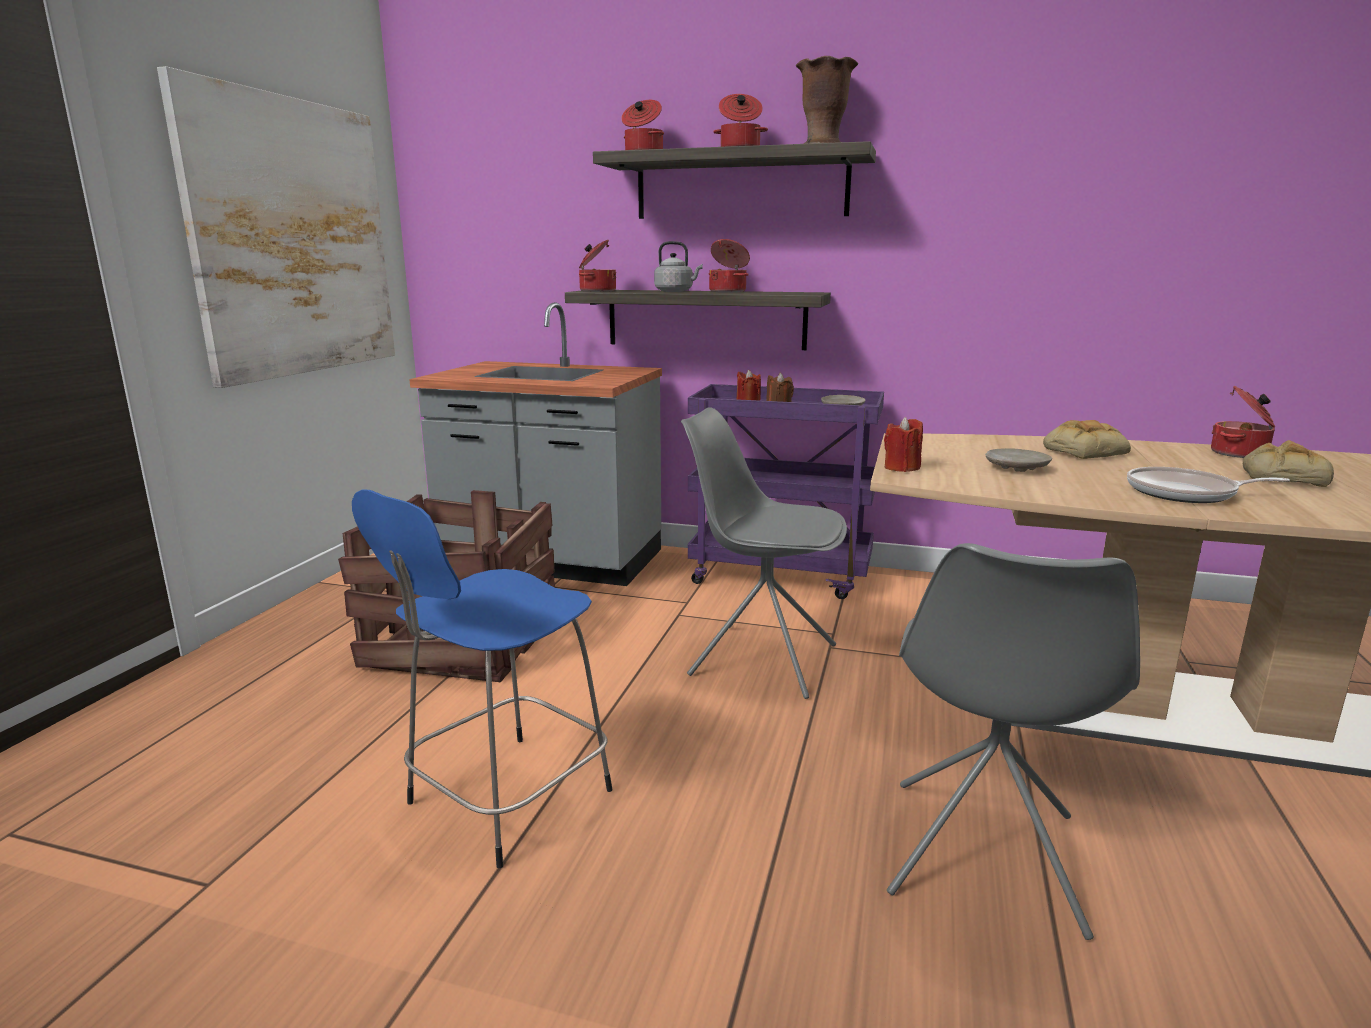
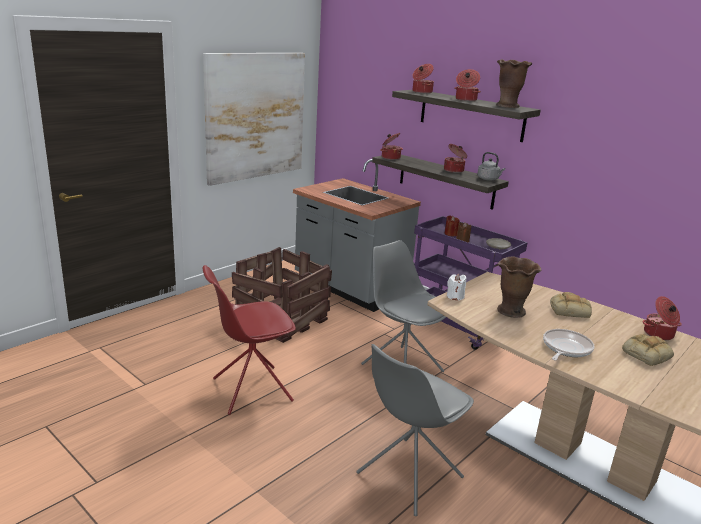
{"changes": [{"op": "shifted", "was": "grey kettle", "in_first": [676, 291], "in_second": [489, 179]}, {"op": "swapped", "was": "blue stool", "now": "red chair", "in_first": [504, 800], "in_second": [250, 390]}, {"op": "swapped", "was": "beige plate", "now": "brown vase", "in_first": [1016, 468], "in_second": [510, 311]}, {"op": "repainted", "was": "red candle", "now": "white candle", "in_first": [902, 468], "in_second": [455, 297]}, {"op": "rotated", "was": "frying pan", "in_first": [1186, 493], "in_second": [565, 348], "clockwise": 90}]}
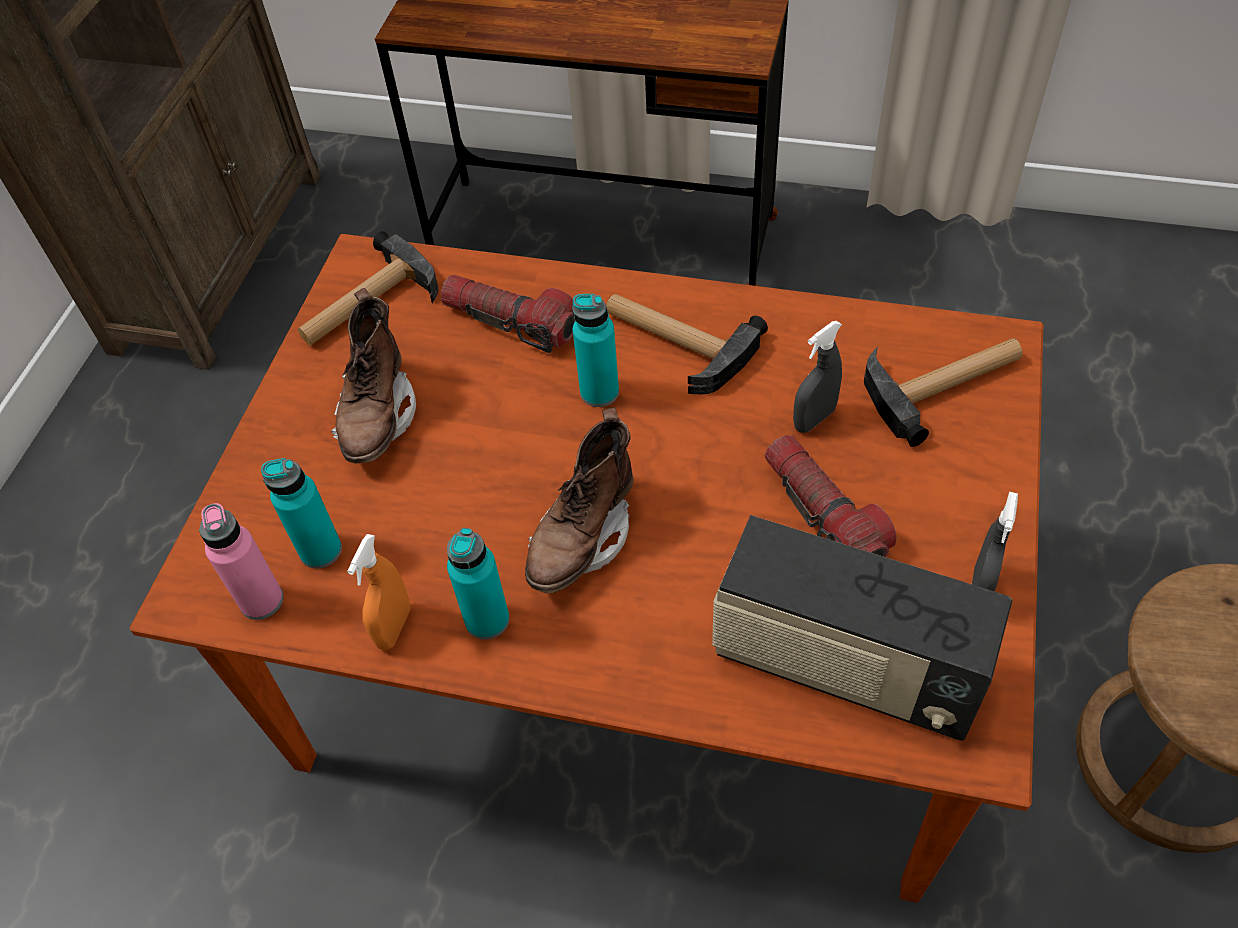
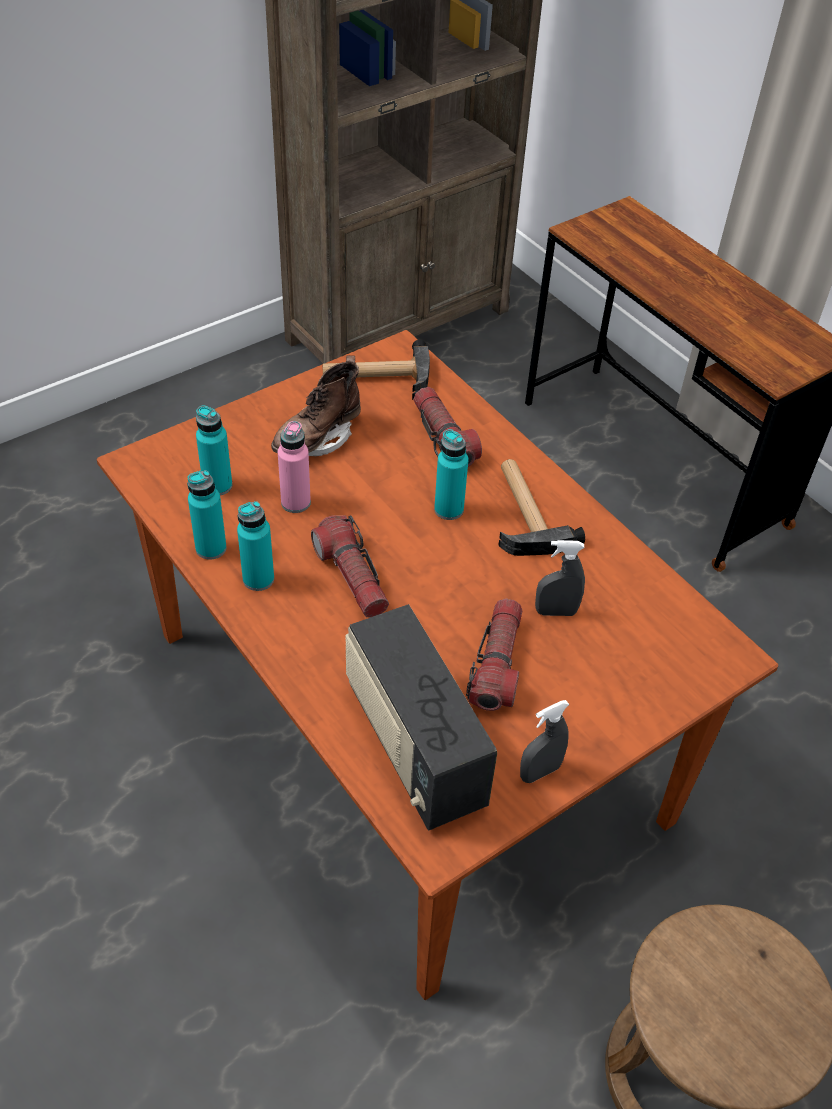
{"changes": [{"op": "gone", "was": "hammer", "in_first": [945, 383]}, {"op": "shifted", "was": "pink bottle", "in_first": [261, 601], "in_second": [295, 502]}, {"op": "swapped", "was": "orange spray bottle", "now": "turquoise bottle", "in_first": [394, 627], "in_second": [211, 548]}, {"op": "swapped", "was": "brown boot", "now": "flashlight", "in_first": [583, 538], "in_second": [352, 576]}]}
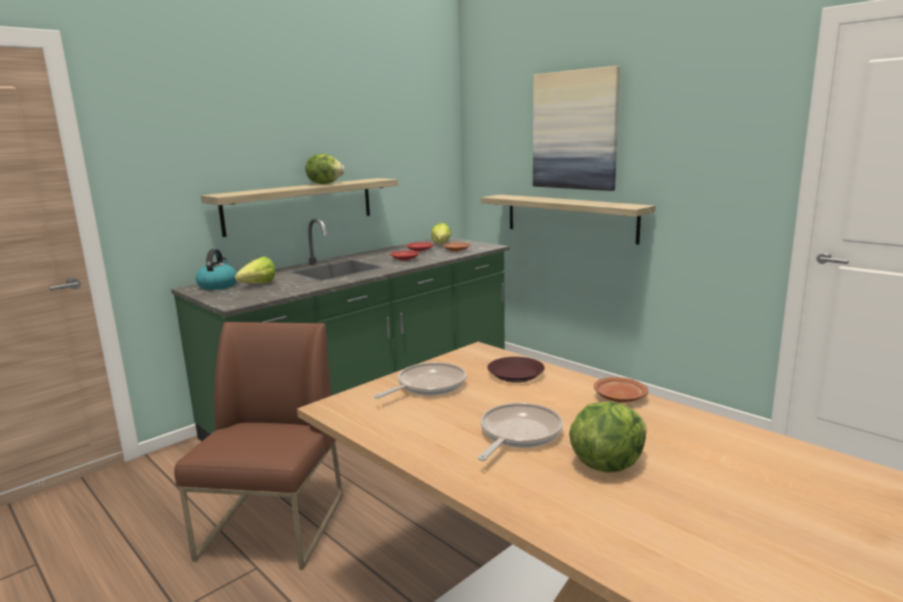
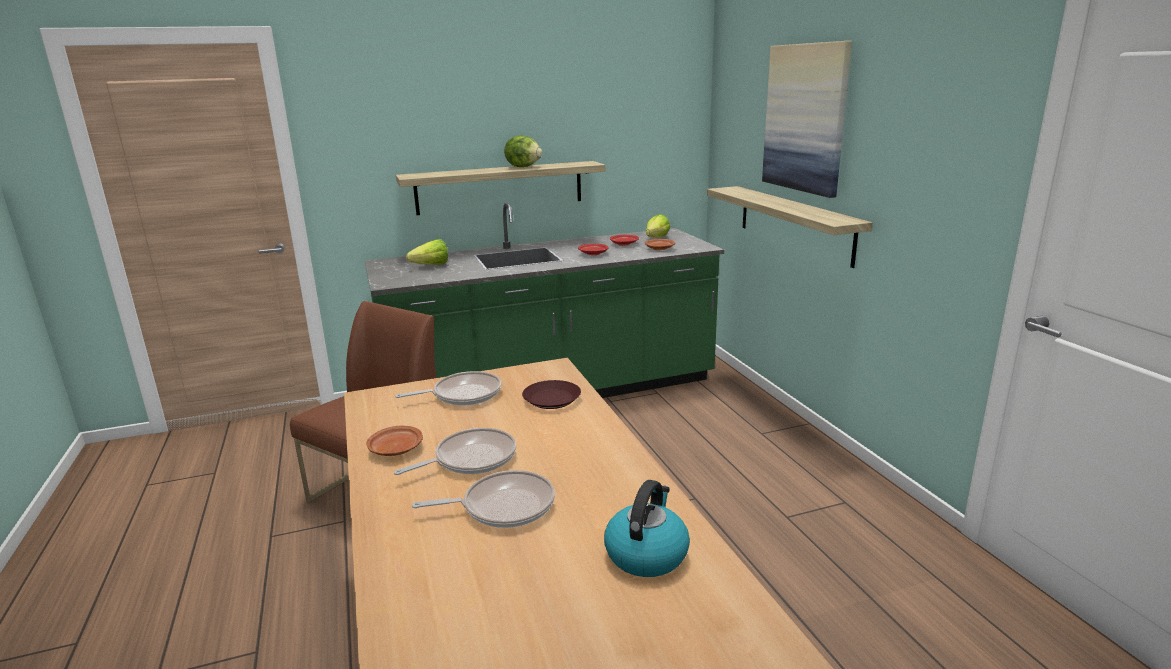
{"changes": [{"op": "shifted", "was": "kettle", "in_first": [218, 285], "in_second": [646, 553]}, {"op": "shifted", "was": "brown plate", "in_first": [619, 397], "in_second": [396, 449]}, {"op": "swapped", "was": "lettuce", "now": "frying pan", "in_first": [606, 463], "in_second": [503, 506]}]}
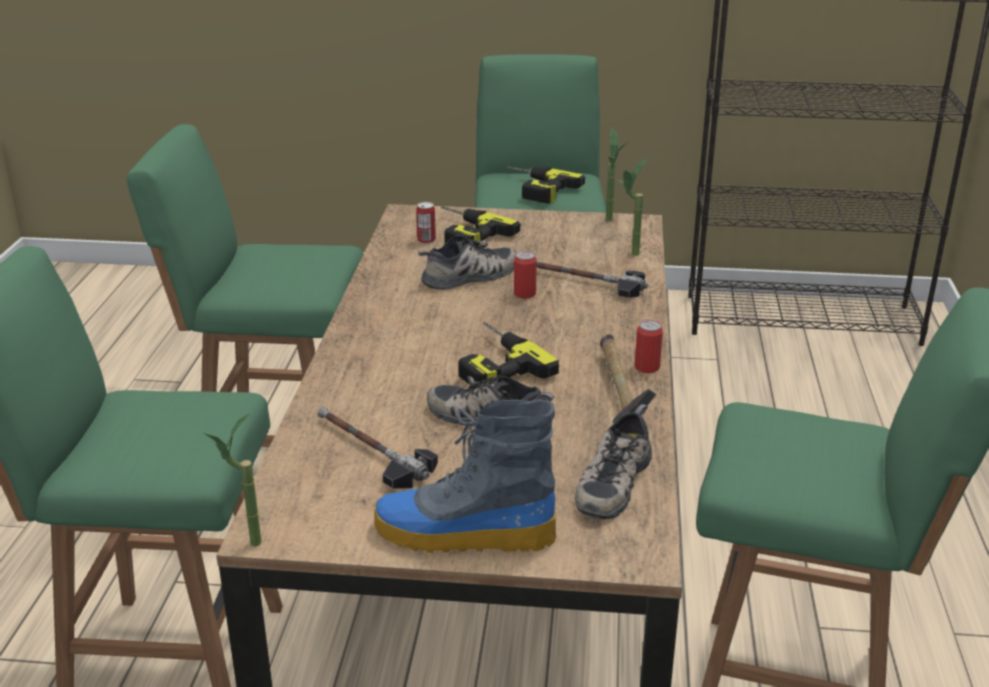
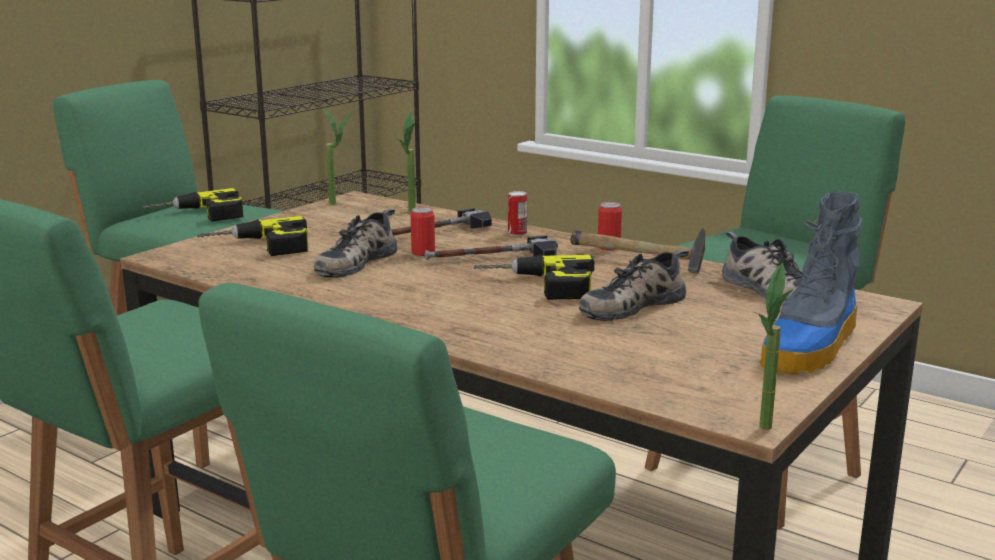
{"changes": [{"op": "shifted", "was": "hammer", "in_first": [370, 451], "in_second": [492, 258]}, {"op": "shifted", "was": "can", "in_first": [426, 240], "in_second": [517, 233]}, {"op": "rotated", "was": "shoe", "in_first": [470, 276], "in_second": [355, 261], "clockwise": -150}]}
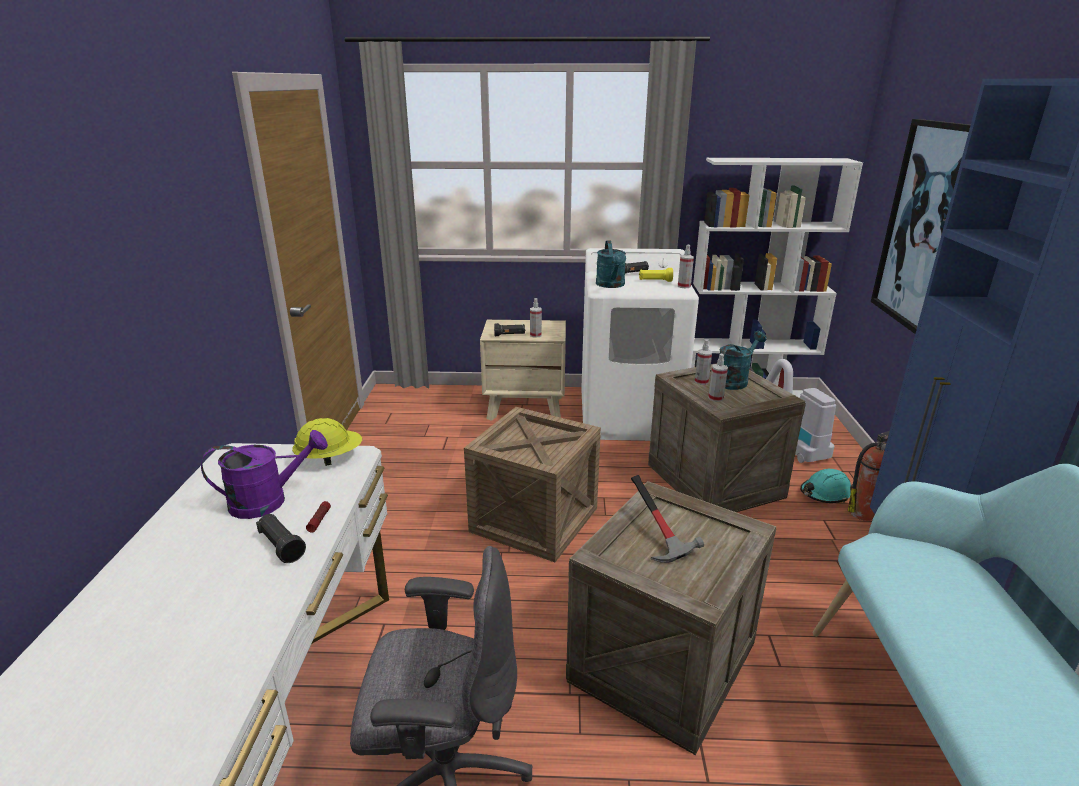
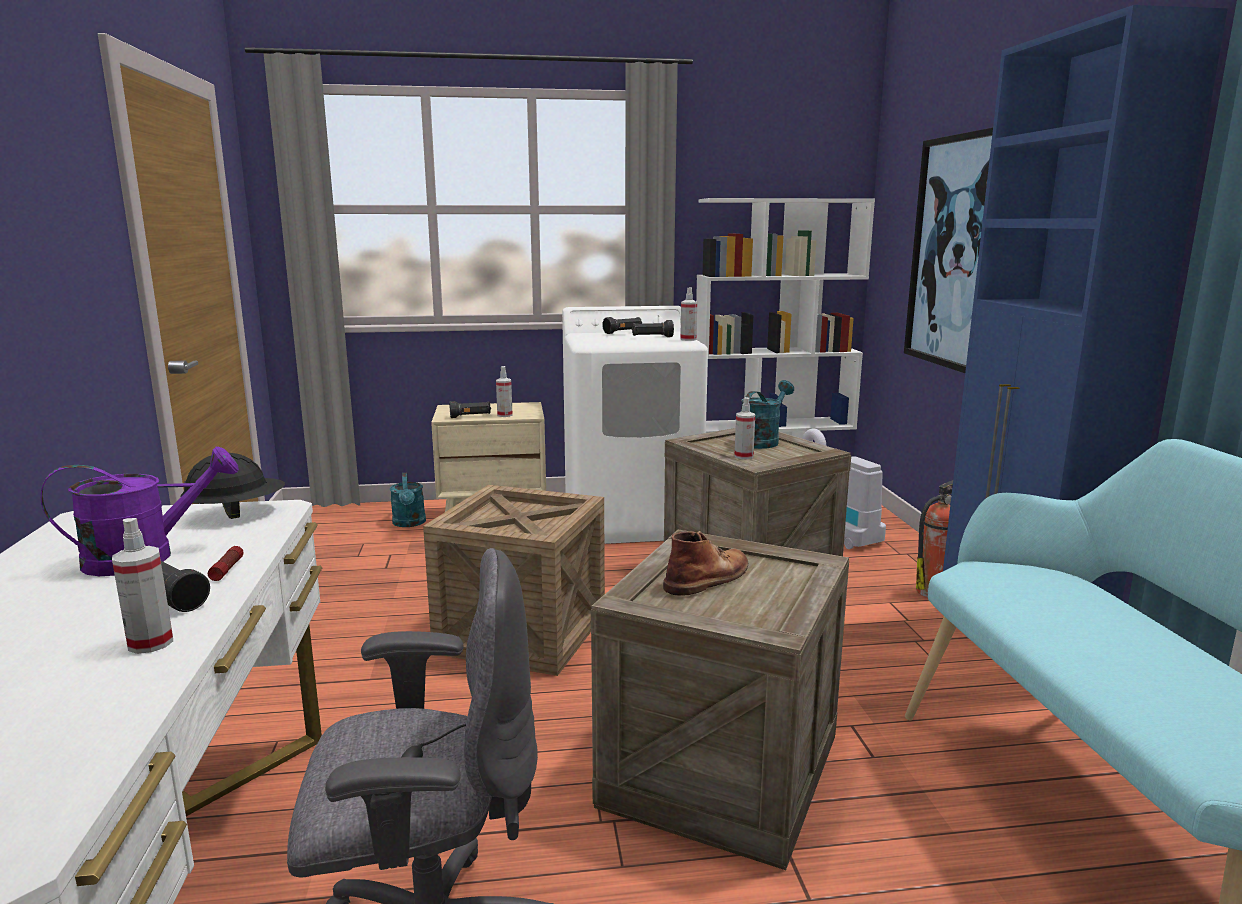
{"changes": [{"op": "gone", "was": "turquoise hard hat", "in_first": [825, 494]}, {"op": "shifted", "was": "turquoise watering can", "in_first": [611, 285], "in_second": [409, 523]}, {"op": "shifted", "was": "spray bottle", "in_first": [701, 382], "in_second": [150, 643]}, {"op": "swapped", "was": "hammer", "now": "brown boot", "in_first": [662, 536], "in_second": [709, 578]}, {"op": "repainted", "was": "yellow hard hat", "now": "black hard hat", "in_first": [330, 458], "in_second": [237, 513]}, {"op": "repainted", "was": "yellow flashlight", "now": "black flashlight", "in_first": [655, 281], "in_second": [652, 337]}]}
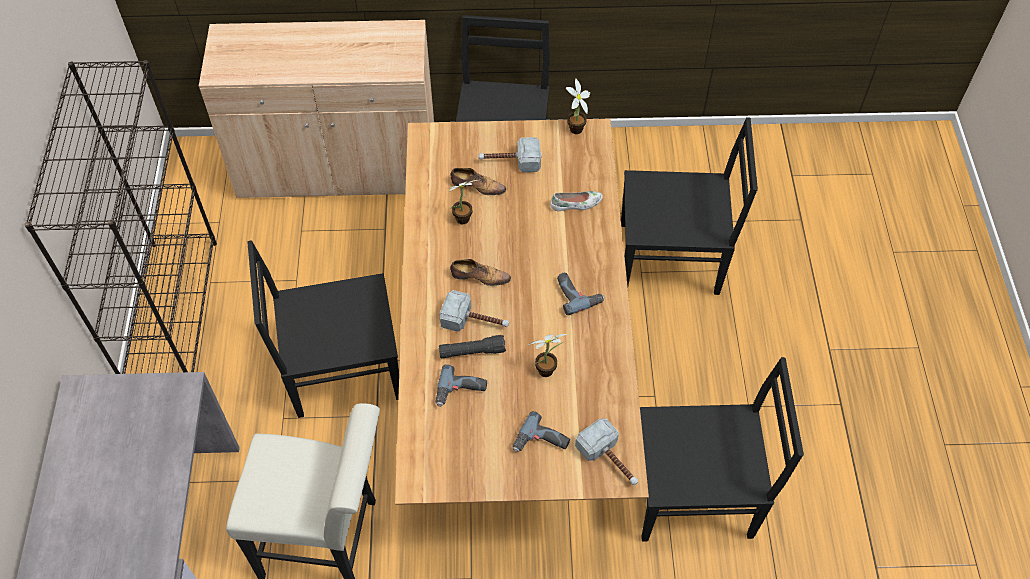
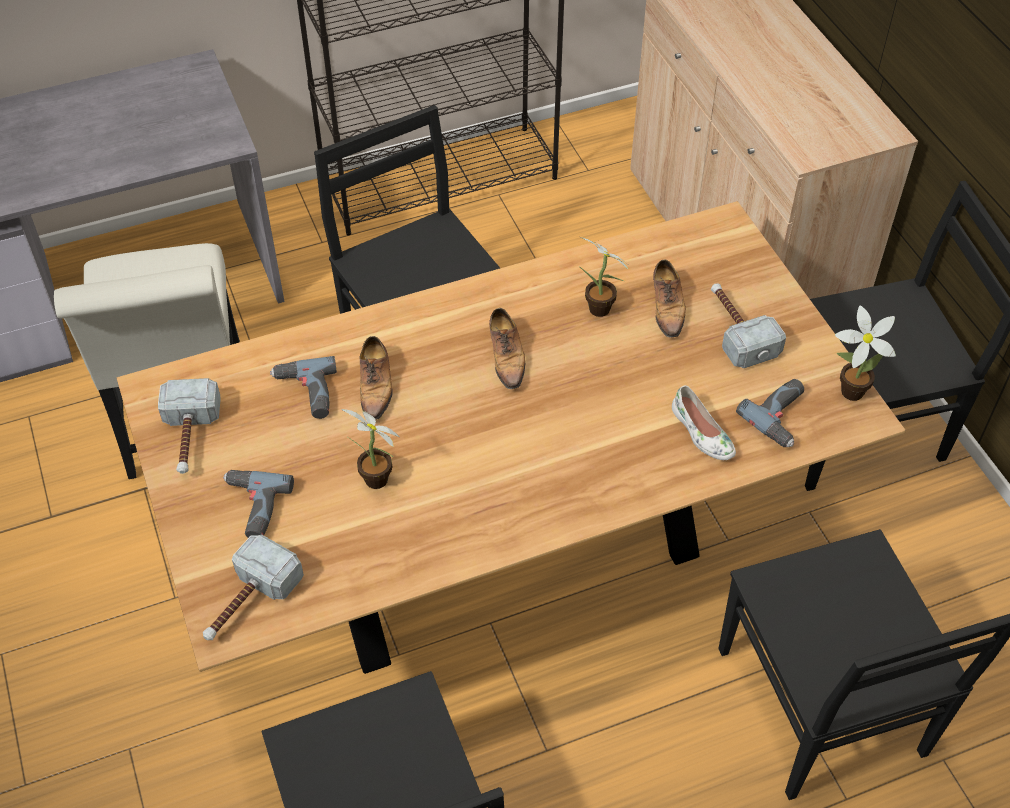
{"changes": [{"op": "shifted", "was": "hammer", "in_first": [475, 321], "in_second": [189, 437]}, {"op": "shifted", "was": "power drill", "in_first": [578, 294], "in_second": [782, 417]}, {"op": "swapped", "was": "black flashlight", "now": "shoe", "in_first": [472, 352], "in_second": [376, 386]}]}
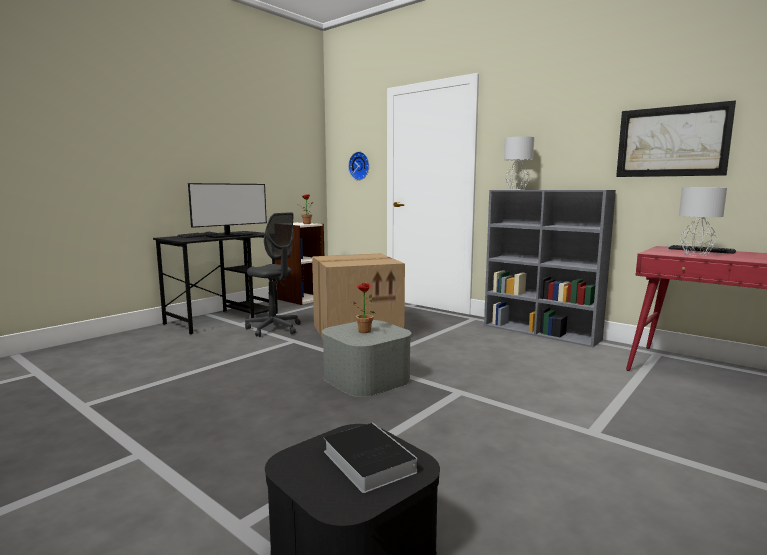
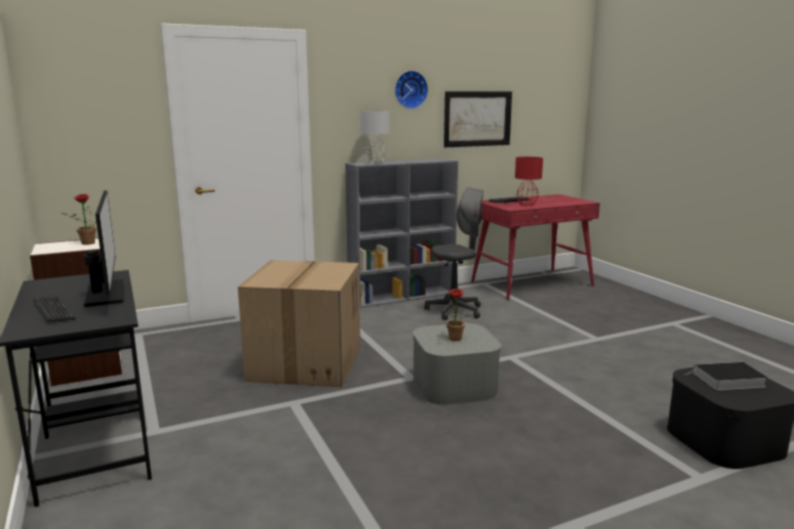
{"changes": [{"op": "shifted", "was": "grey office chair", "in_first": [274, 329], "in_second": [454, 311]}, {"op": "shifted", "was": "wall clock", "in_first": [360, 166], "in_second": [410, 89]}, {"op": "repainted", "was": "grey table lamp", "now": "red table lamp", "in_first": [696, 254], "in_second": [526, 205]}]}
